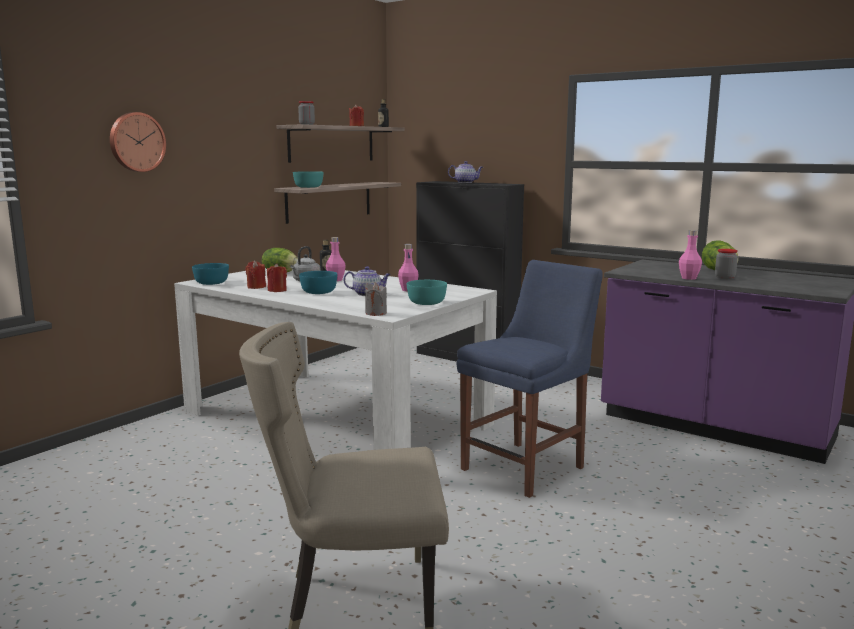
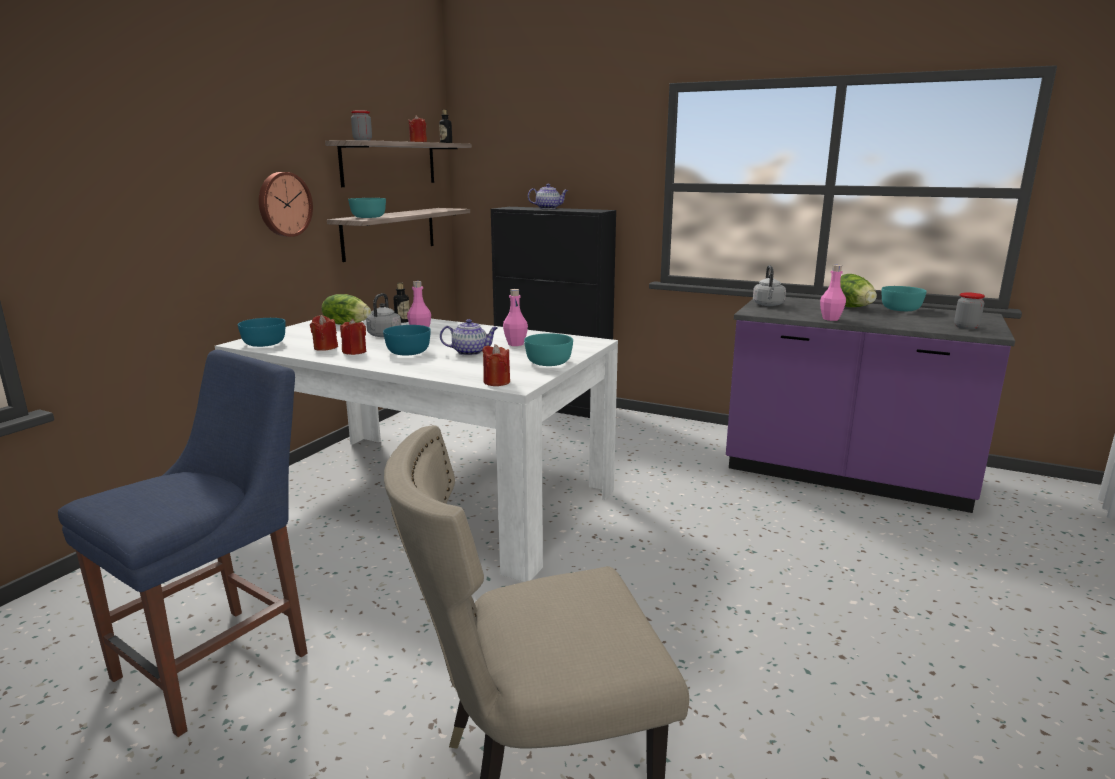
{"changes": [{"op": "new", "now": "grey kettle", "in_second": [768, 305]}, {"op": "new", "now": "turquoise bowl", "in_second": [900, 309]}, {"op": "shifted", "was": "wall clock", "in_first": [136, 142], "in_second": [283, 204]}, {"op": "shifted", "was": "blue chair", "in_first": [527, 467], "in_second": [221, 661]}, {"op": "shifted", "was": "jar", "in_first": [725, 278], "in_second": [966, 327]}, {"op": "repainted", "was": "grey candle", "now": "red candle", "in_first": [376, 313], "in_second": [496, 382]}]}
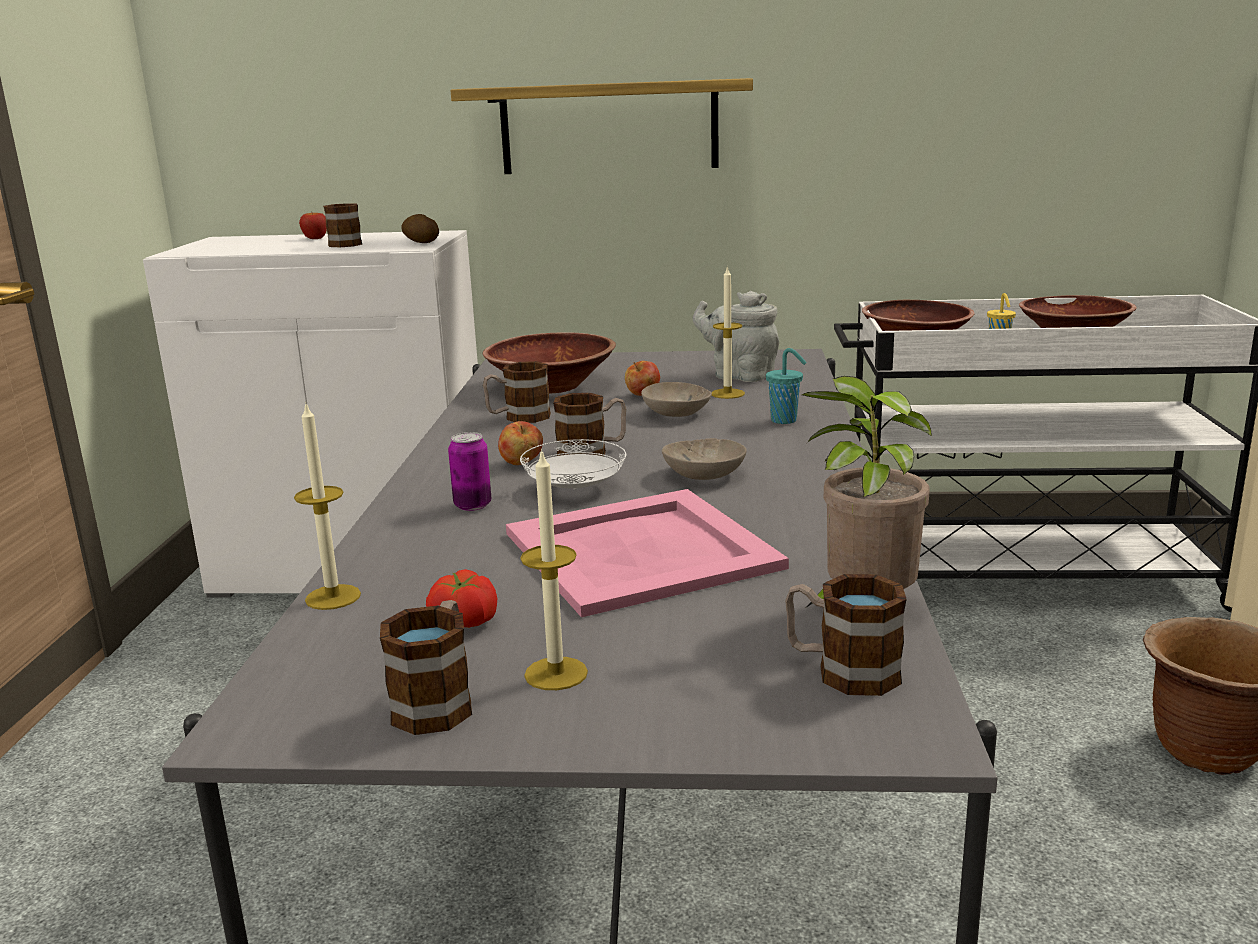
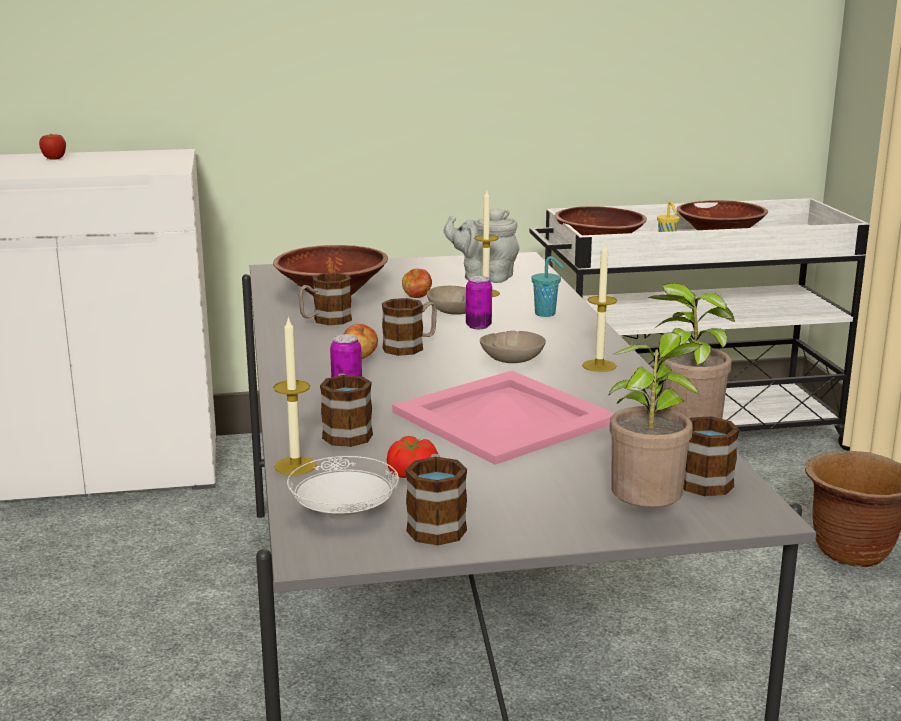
{"changes": [{"op": "gone", "was": "potato", "in_first": [420, 242]}, {"op": "gone", "was": "shelf", "in_first": [609, 127]}, {"op": "new", "now": "can", "in_second": [478, 326]}, {"op": "new", "now": "potted plant", "in_second": [648, 517]}, {"op": "shifted", "was": "mug", "in_first": [347, 243], "in_second": [346, 432]}, {"op": "shifted", "was": "white plate", "in_first": [574, 489], "in_second": [343, 512]}, {"op": "shifted", "was": "candle", "in_first": [556, 673], "in_second": [599, 366]}]}
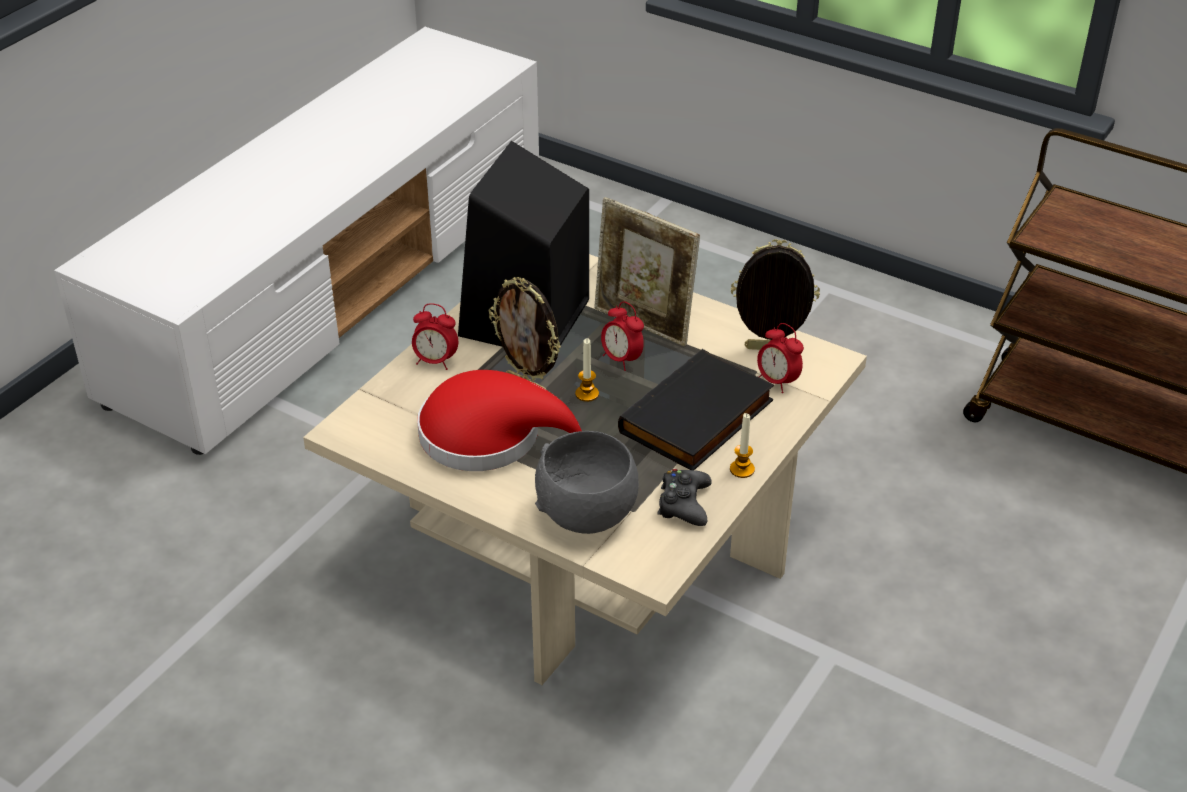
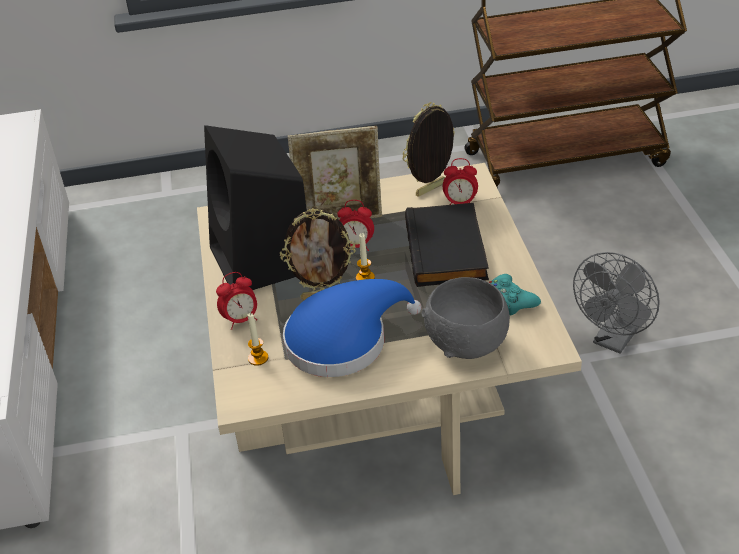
{"changes": [{"op": "new", "now": "grey fan", "in_second": [614, 340]}, {"op": "shifted", "was": "candle", "in_first": [742, 469], "in_second": [258, 358]}, {"op": "repainted", "was": "red hat", "now": "blue hat", "in_first": [490, 436], "in_second": [343, 340]}, {"op": "repainted", "was": "black game controller", "now": "turquoise game controller", "in_first": [684, 504], "in_second": [510, 300]}]}
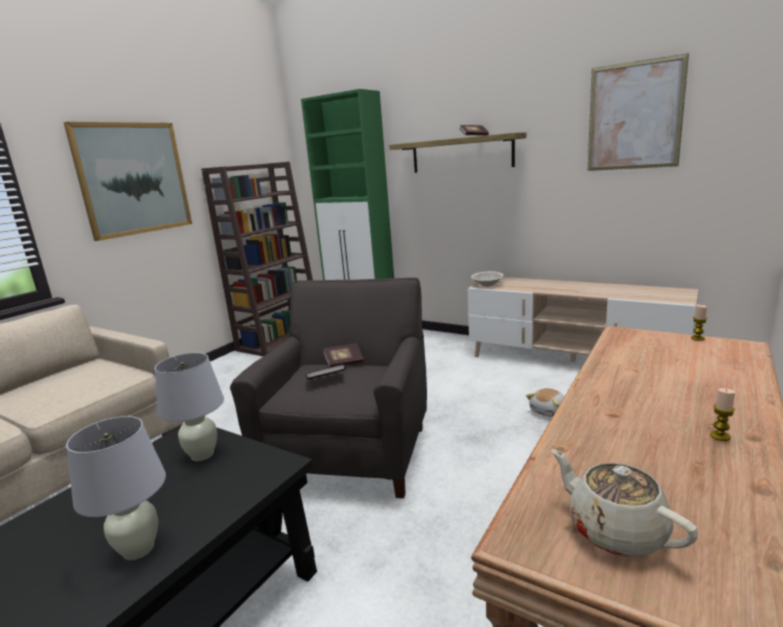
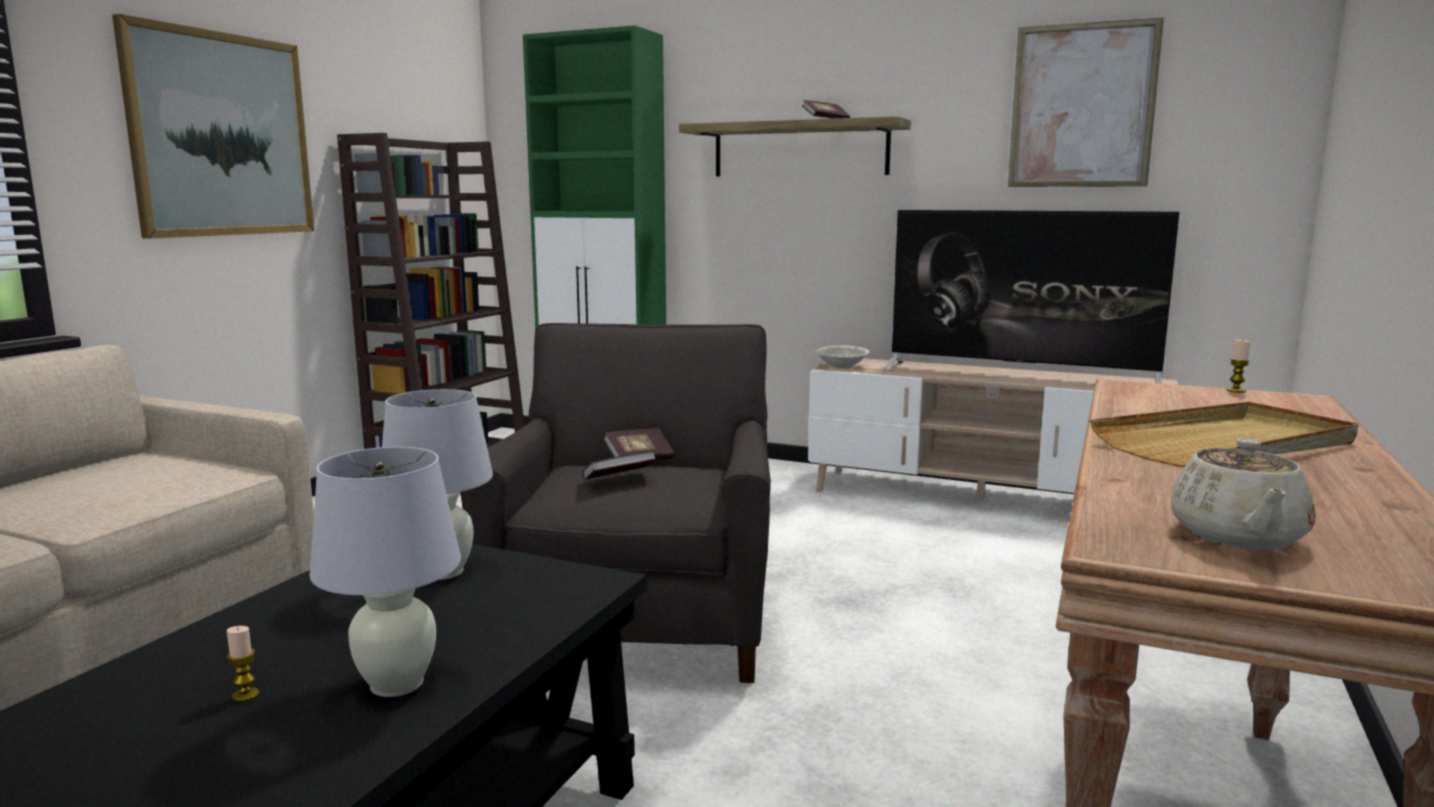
{"changes": [{"op": "gone", "was": "plush toy", "in_first": [549, 411]}, {"op": "new", "now": "television", "in_second": [1019, 376]}, {"op": "new", "now": "beige tray", "in_second": [1226, 444]}, {"op": "shifted", "was": "candle", "in_first": [720, 436], "in_second": [245, 695]}, {"op": "rotated", "was": "beige teapot", "in_first": [615, 530], "in_second": [1237, 537], "clockwise": -120}]}
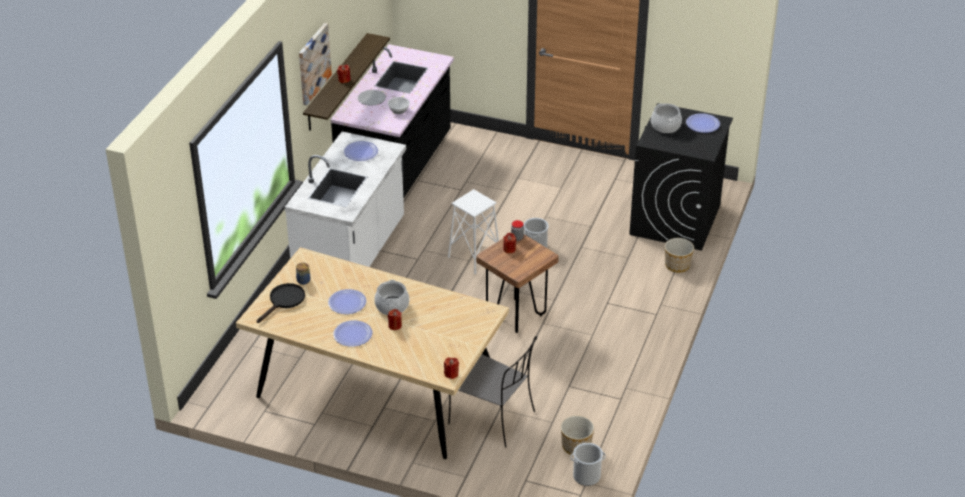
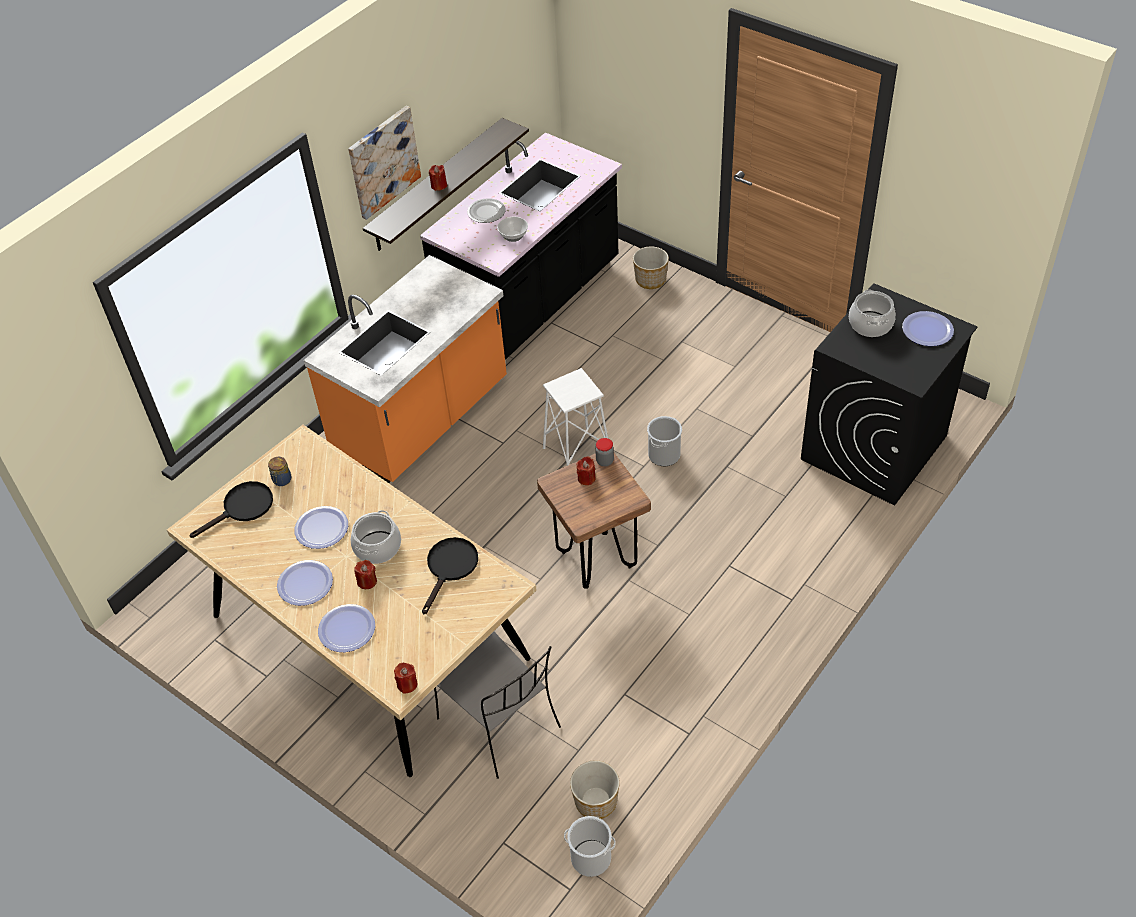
{"changes": [{"op": "new", "now": "black frying pan", "in_second": [450, 568]}, {"op": "shifted", "was": "plate", "in_first": [360, 152], "in_second": [346, 629]}, {"op": "shifted", "was": "planter", "in_first": [677, 265], "in_second": [650, 279]}, {"op": "repainted", "was": "white counter", "now": "orange counter", "in_first": [352, 255], "in_second": [423, 421]}]}
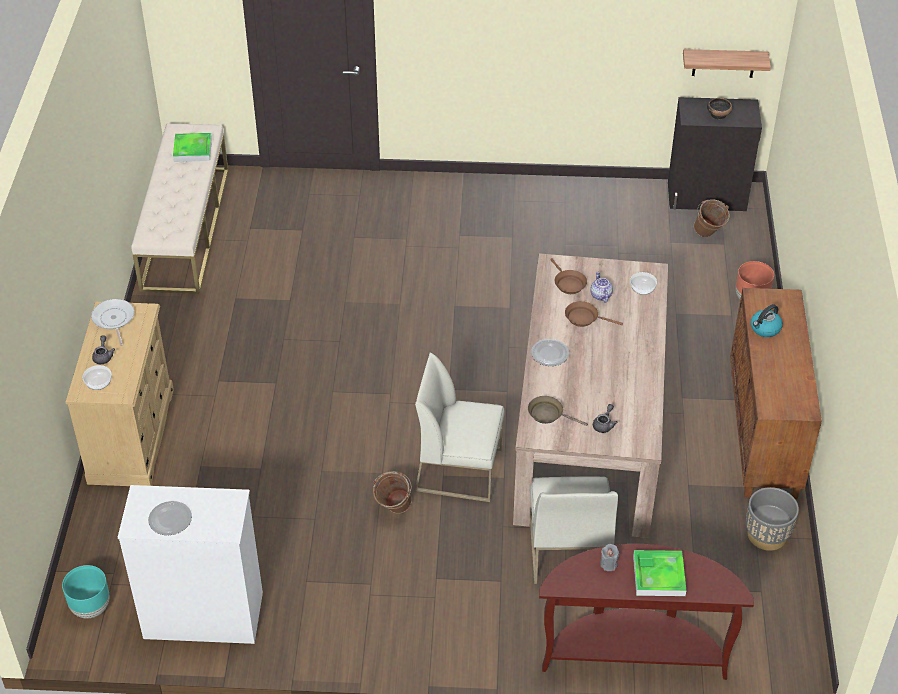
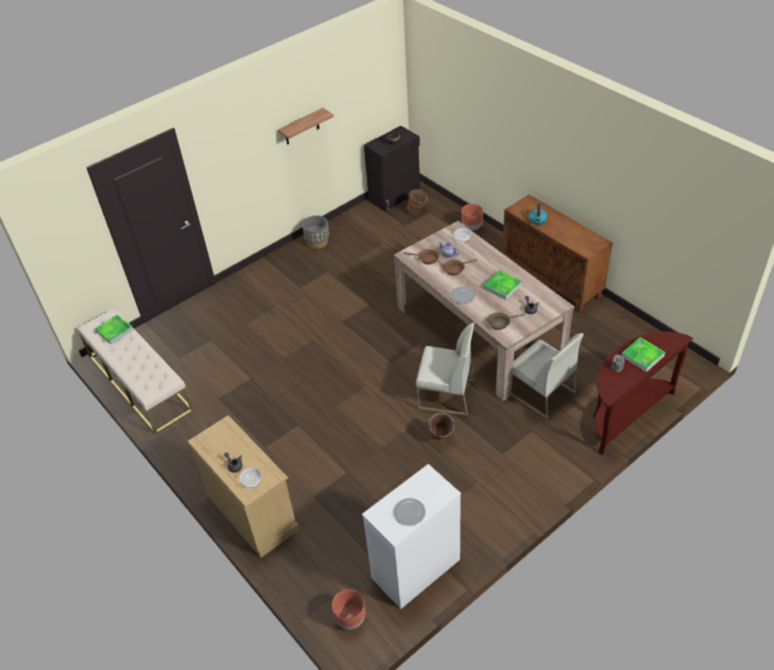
{"changes": [{"op": "gone", "was": "frying pan", "in_first": [113, 320]}, {"op": "new", "now": "tray", "in_second": [502, 286]}, {"op": "shifted", "was": "shelf", "in_first": [723, 63], "in_second": [301, 127]}, {"op": "shifted", "was": "grey planter", "in_first": [766, 535], "in_second": [317, 242]}, {"op": "repainted", "was": "turquoise planter", "now": "brown planter", "in_first": [90, 608], "in_second": [350, 619]}, {"op": "rotated", "was": "white chair", "in_first": [460, 469], "in_second": [445, 395], "clockwise": -135}]}
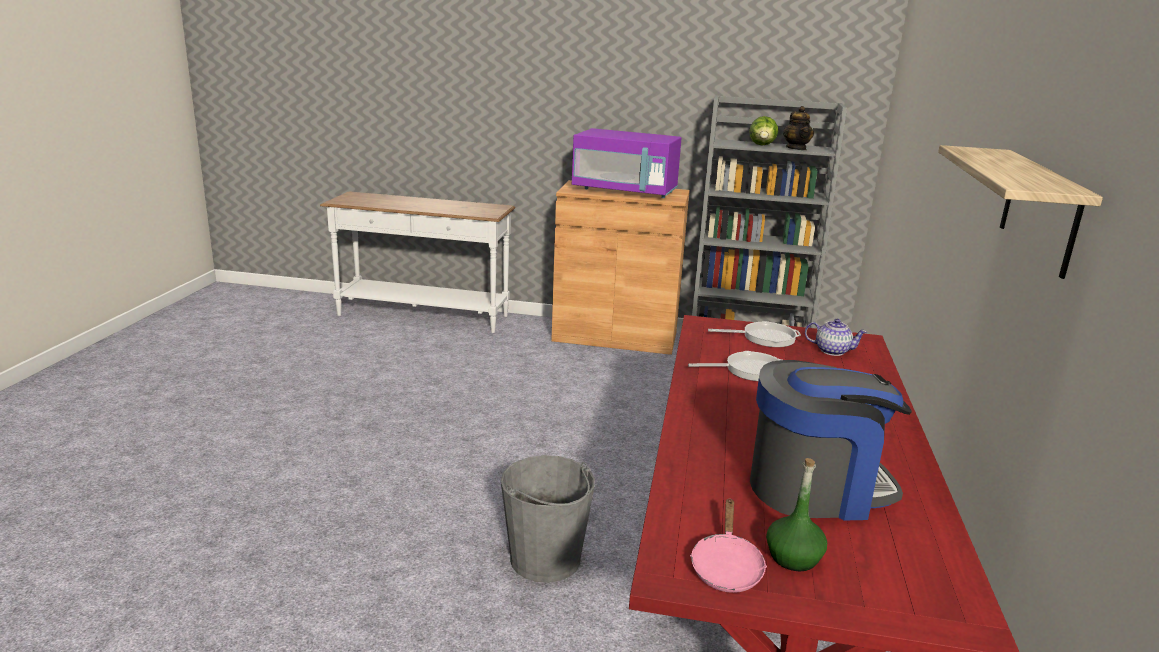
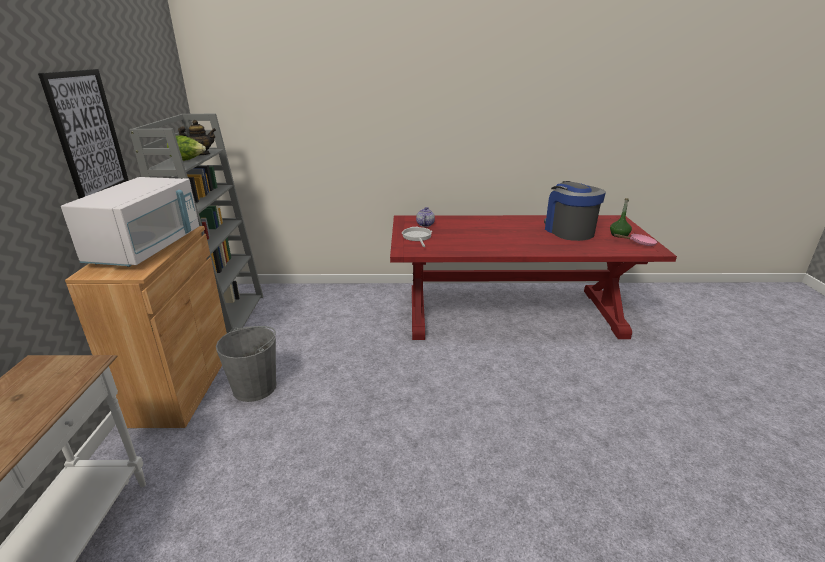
{"changes": [{"op": "gone", "was": "frying pan", "in_first": [749, 370]}, {"op": "gone", "was": "shelf", "in_first": [1040, 210]}, {"op": "new", "now": "picture", "in_second": [88, 135]}, {"op": "shifted", "was": "grey bucket", "in_first": [545, 559], "in_second": [255, 387]}, {"op": "repainted", "was": "purple microwave", "now": "white microwave", "in_first": [625, 191], "in_second": [147, 248]}]}
